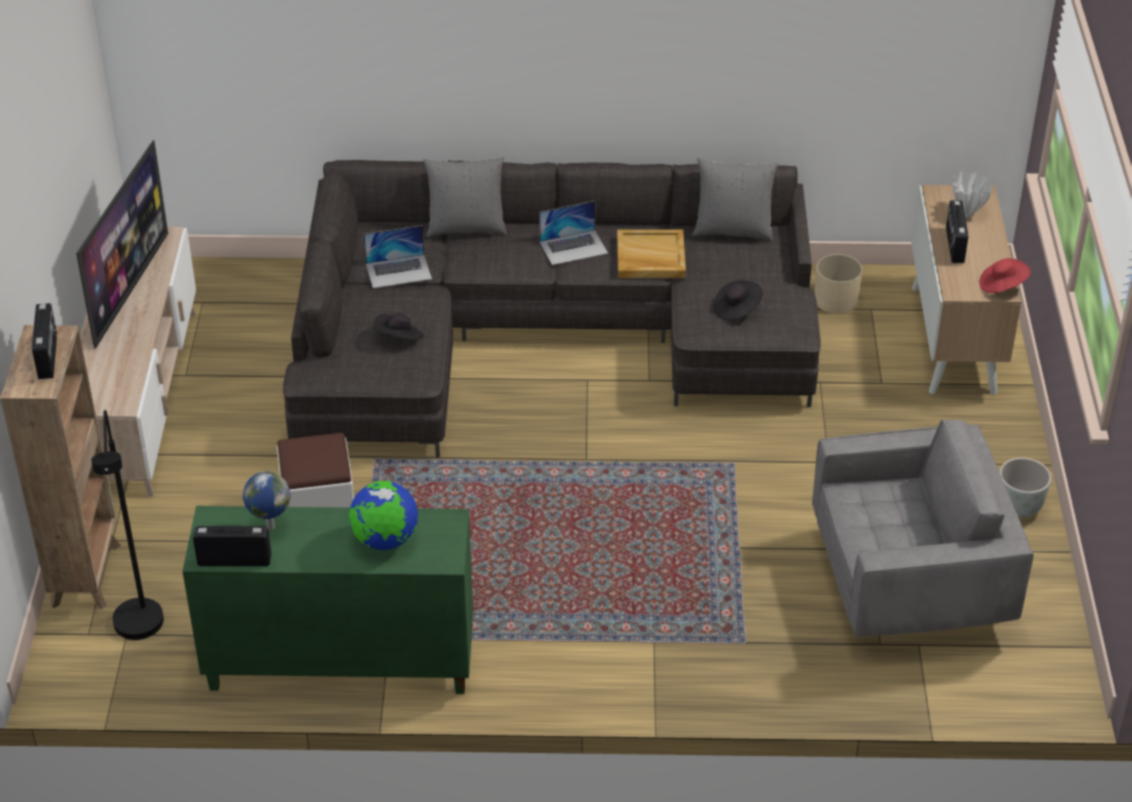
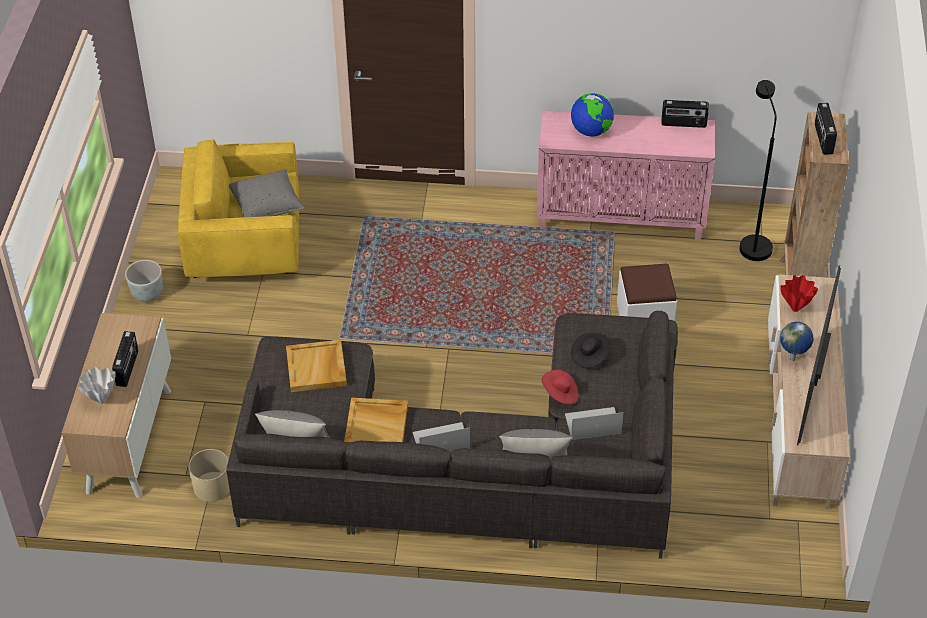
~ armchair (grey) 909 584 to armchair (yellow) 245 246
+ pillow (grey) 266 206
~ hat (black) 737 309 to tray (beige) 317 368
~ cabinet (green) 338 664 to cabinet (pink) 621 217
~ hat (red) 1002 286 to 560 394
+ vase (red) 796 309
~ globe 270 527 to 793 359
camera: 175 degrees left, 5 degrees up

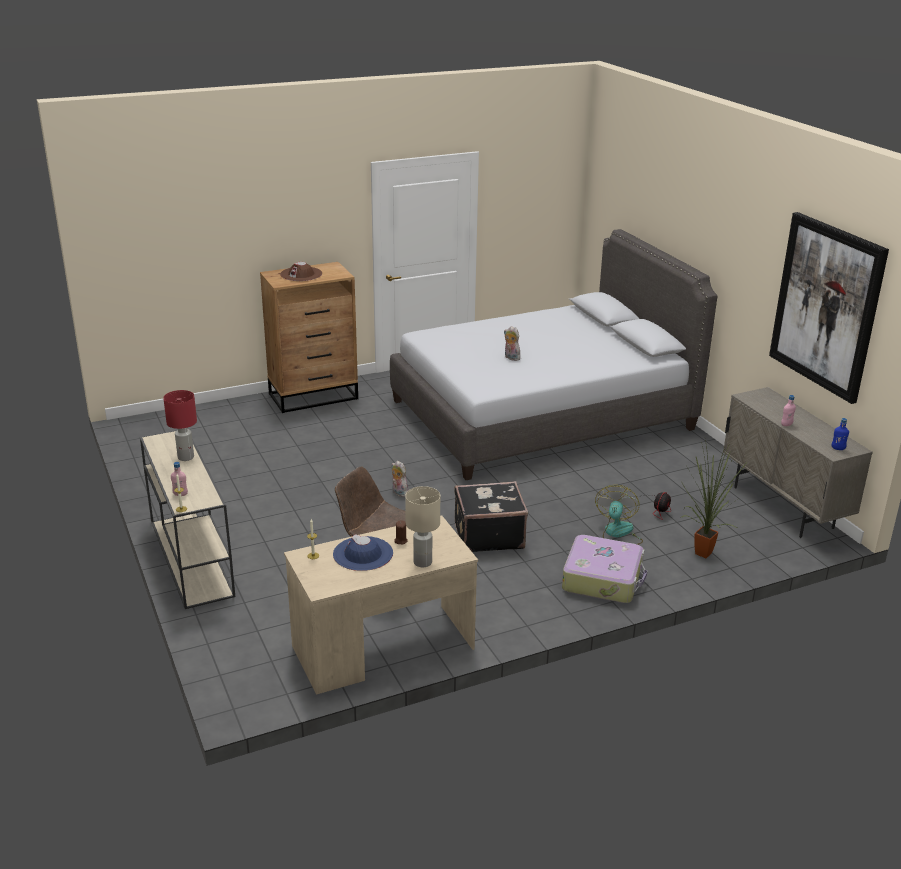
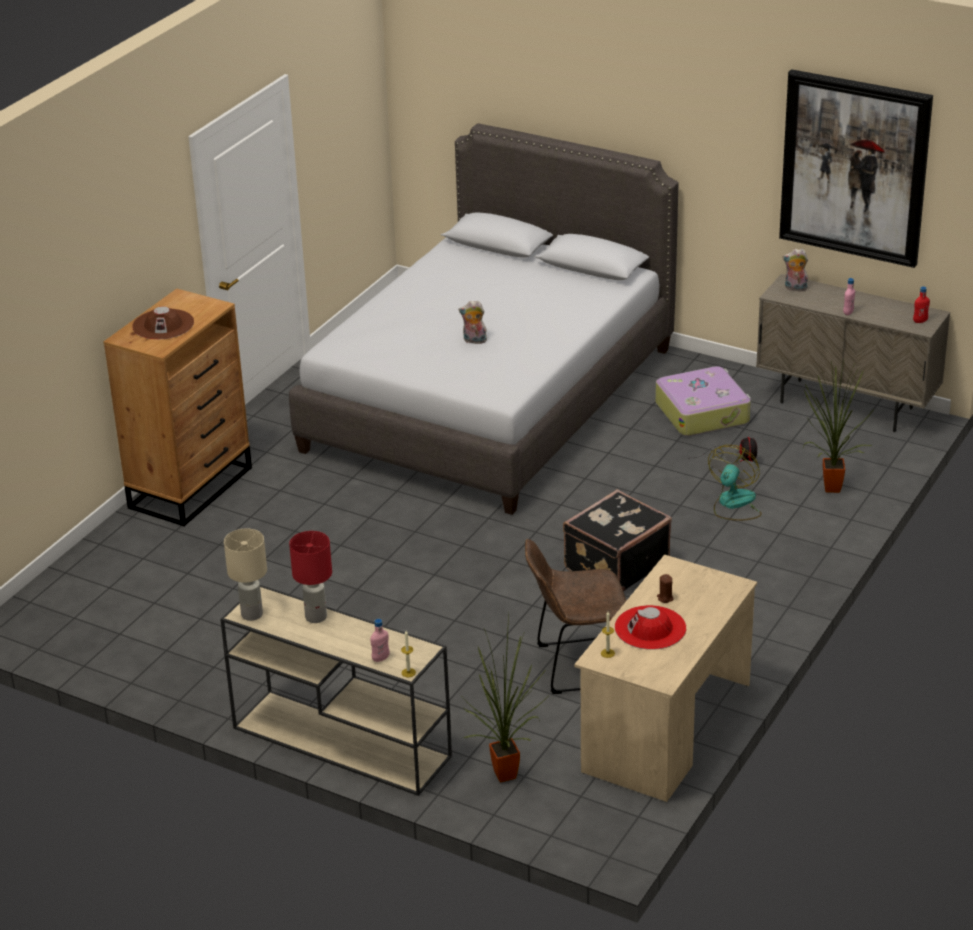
~ table lamp (beige) 423 562 to 252 614
+ potted plant 509 775
~ hat (blue) 363 554 to hat (red) 650 628
~ suitcase 603 579 to 702 412
~ fan 618 534 = 734 504 45 degrees clockwise
~ plush toy 398 493 to 795 288
~ bottle (blue) 838 448 to bottle (red) 920 321
camera: 35 degrees left, 5 degrees up

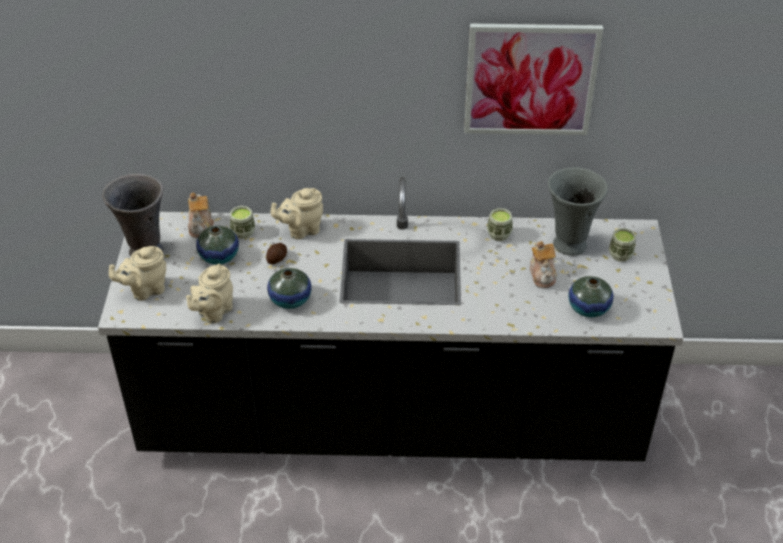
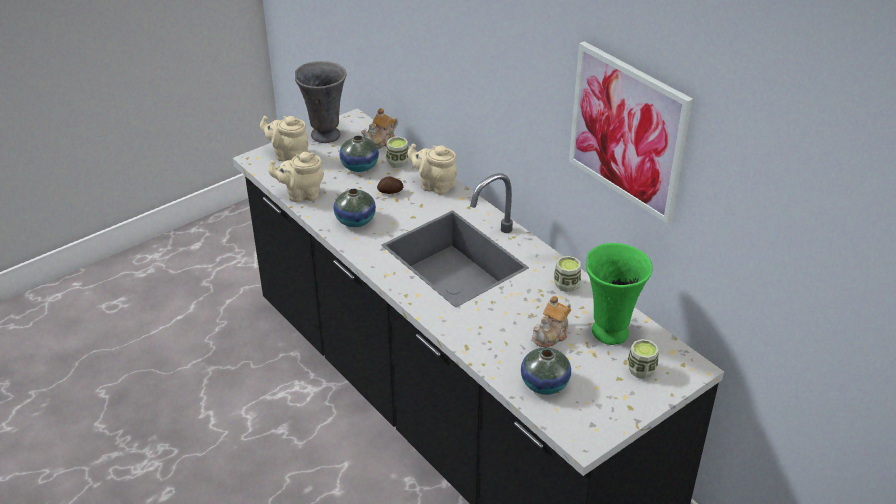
~ vase (grey) 568 244 to vase (green) 609 331
camera: 50 degrees right, 5 degrees down

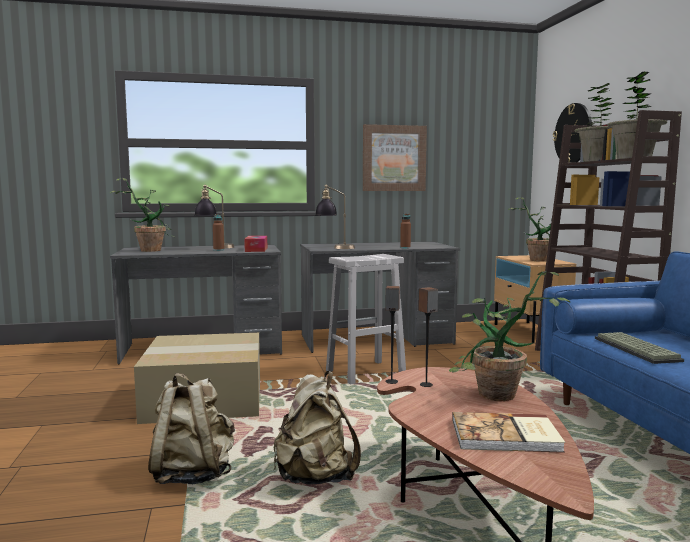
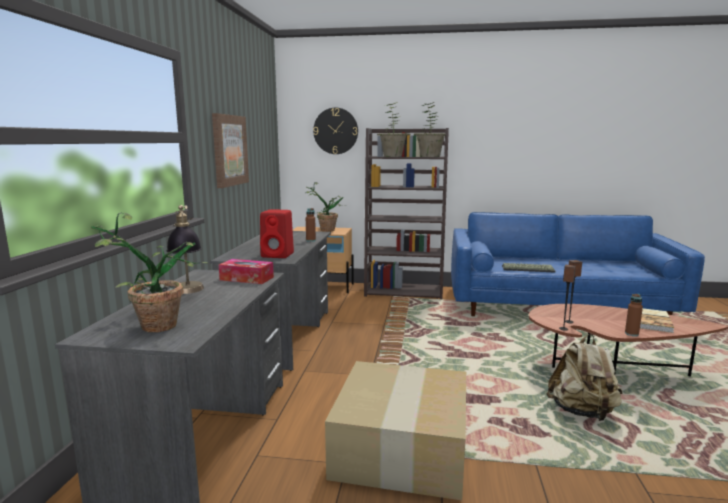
~ table lamp 335 248 to speaker (red) 278 255
~ bottle (brown) 218 250 to 631 334
- backpack (beige) 193 474
- stool (white) 364 373
- potted plant 497 398
camera: 70 degrees left, 5 degrees up

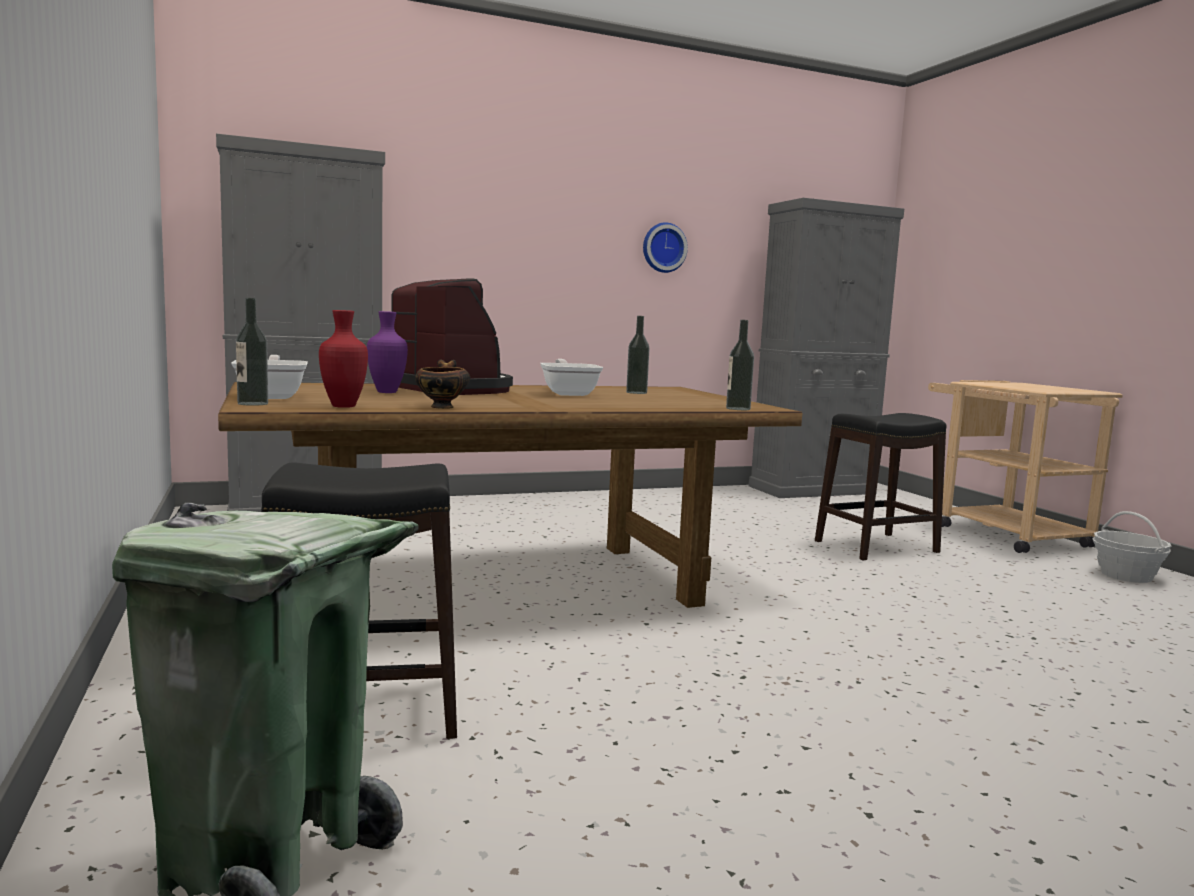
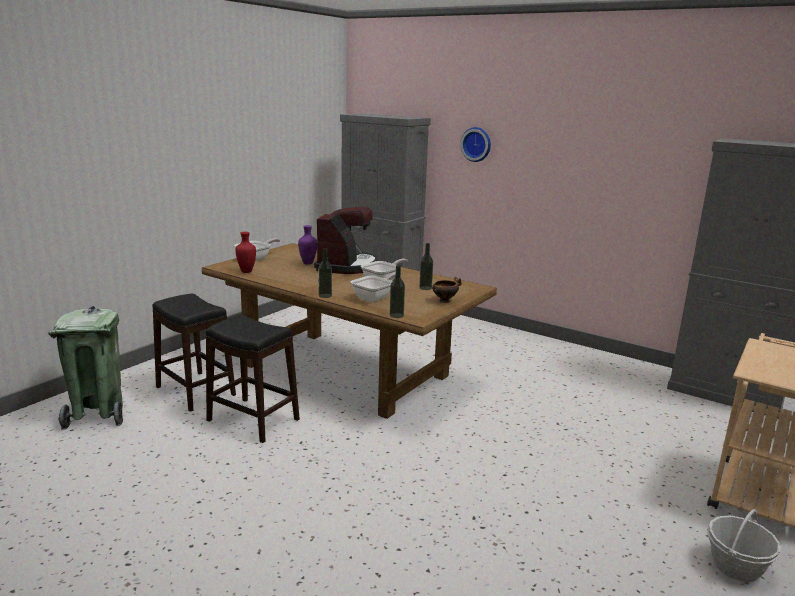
~ stool (black) 877 547 to 253 420
~ bottle 252 403 to 325 295
+ frying pan 375 297
~ bowl 442 407 to 445 301
~ wall clock 663 248 to 476 144
camera: 55 degrees right, 10 degrees up

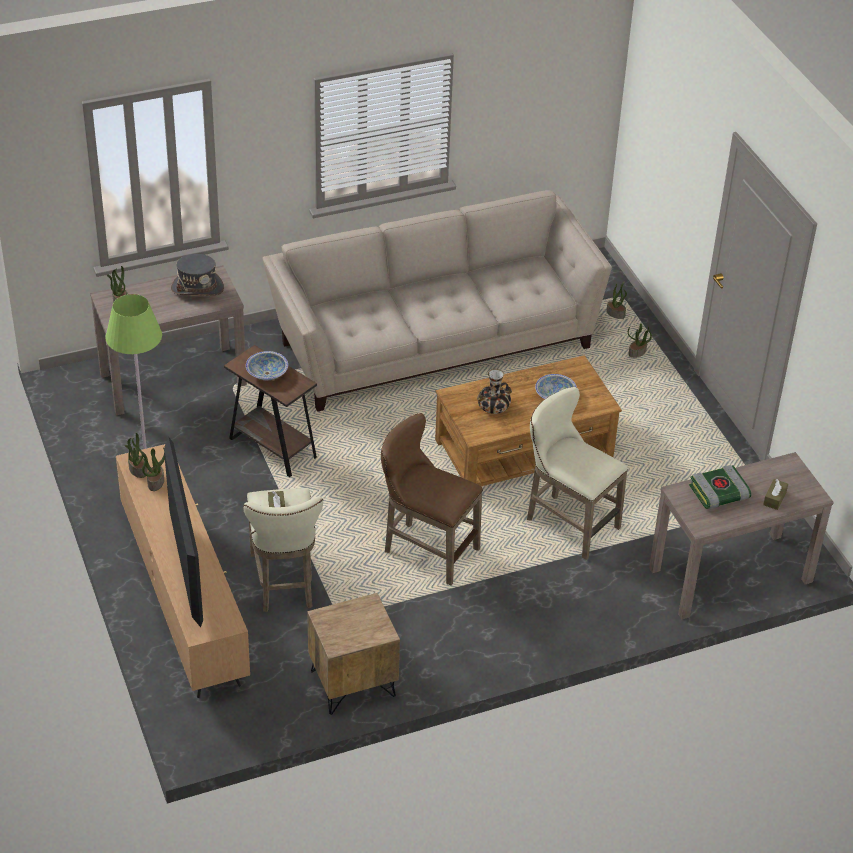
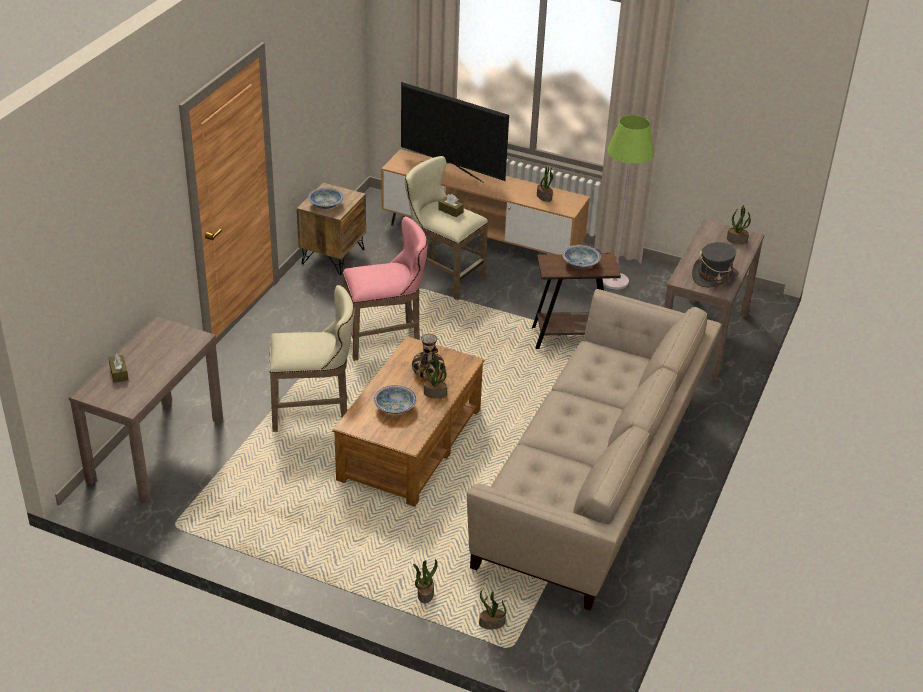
+ bowl 325 205
~ stool (brown) 426 550 to stool (pink) 386 340
~ potted plant 137 470 to 435 393
- book 718 494
camera: 135 degrees right, 5 degrees down

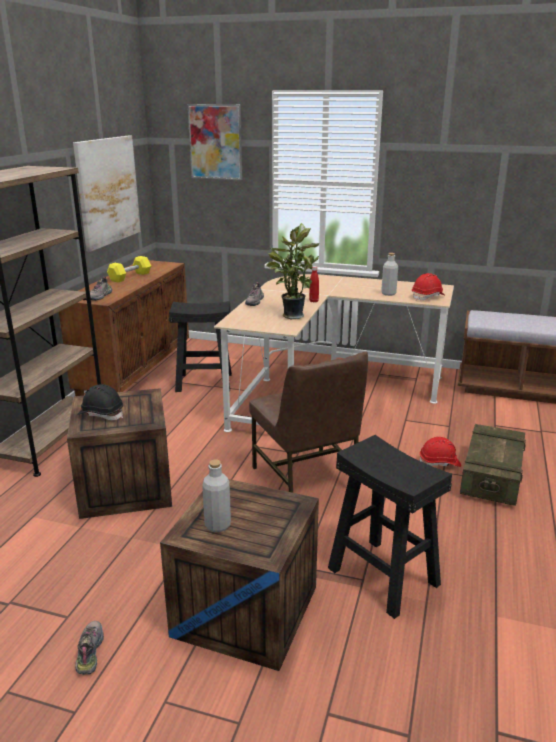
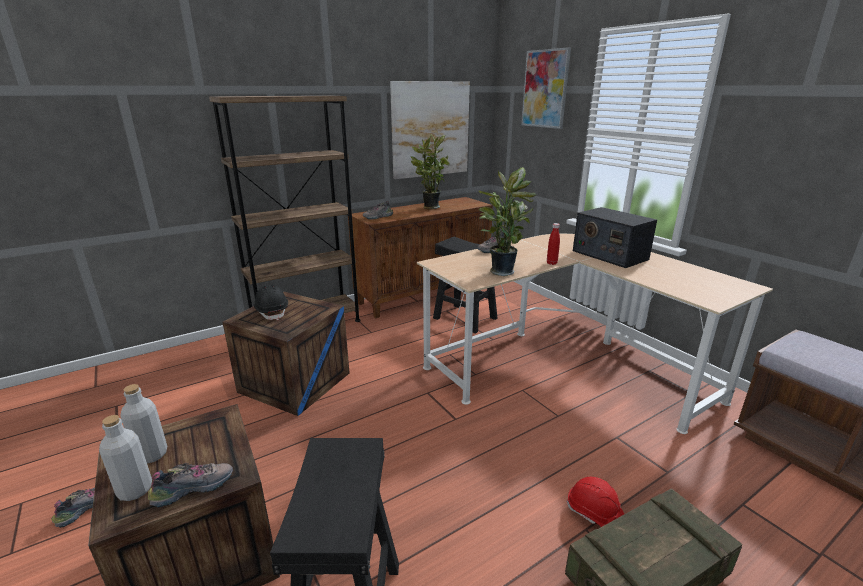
~ bottle (grey) 388 294 to 135 490
+ shoe 194 488
~ dumbbell (yellow) 130 277 to potted plant 429 207
+ radio 609 255
- chair (brown) 306 481
- hard hat (red) 428 297
camera: 40 degrees right, 0 degrees up

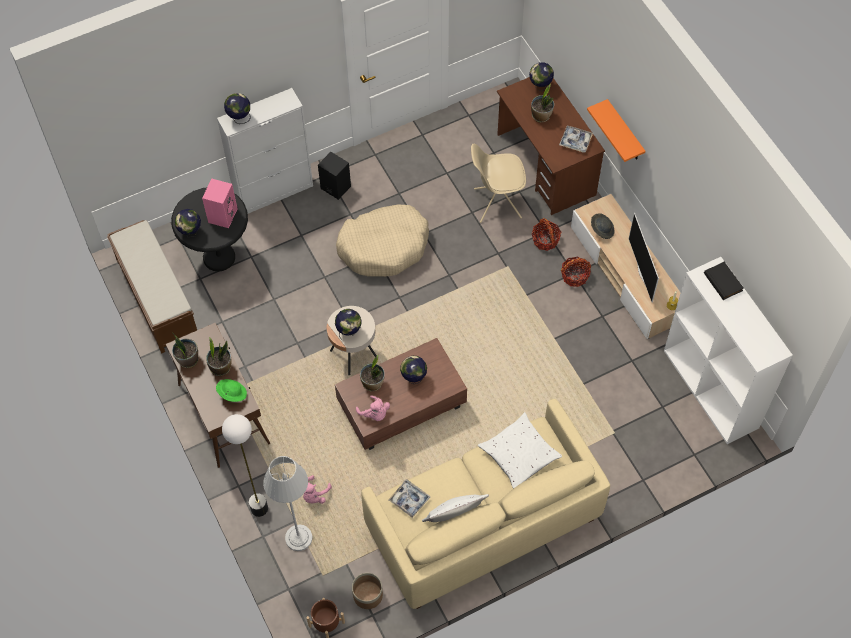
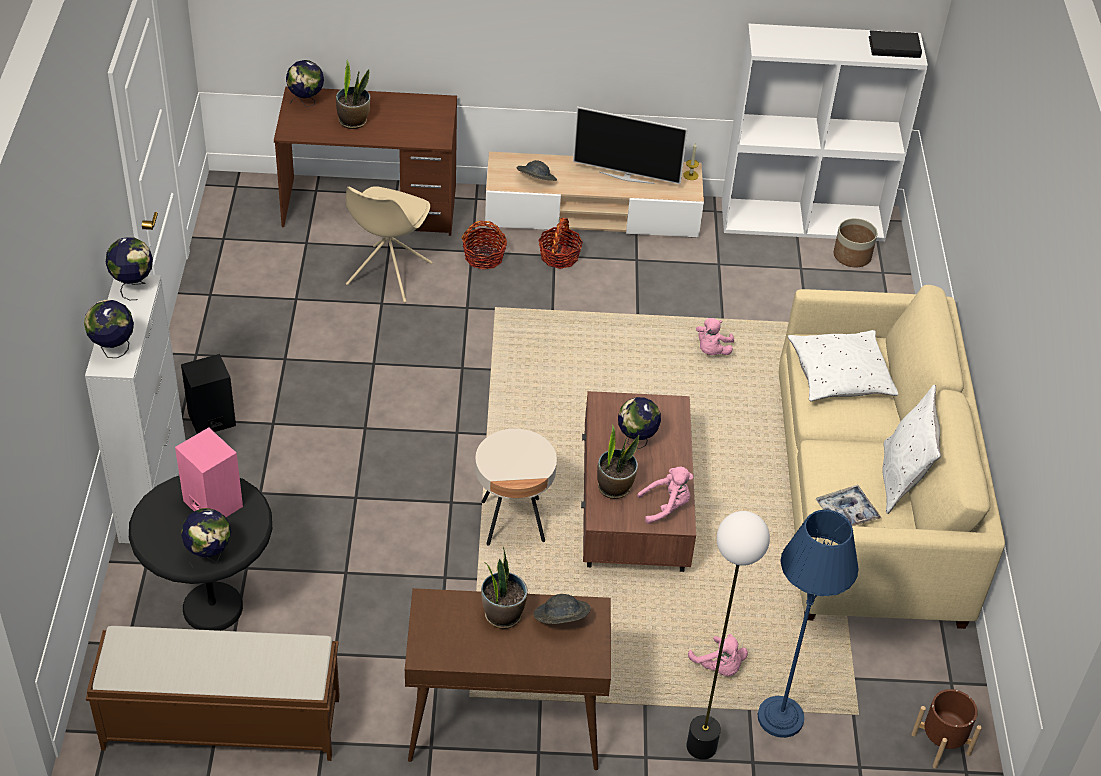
~ globe 349 332 to 133 287
~ hat (green) 232 393 to hat (grey) 560 620
+ plush toy (pink) 712 350
~ floor lamp (grey) 298 538 to floor lamp (blue) 780 718
~ planter 367 595 to 852 256
~ book (black) 724 282 to 894 46
- potted plant 188 359
- dog bed (beige) 384 246
- tray 575 141
- shelf (orange) 625 132
camera: 65 degrees left, 15 degrees down

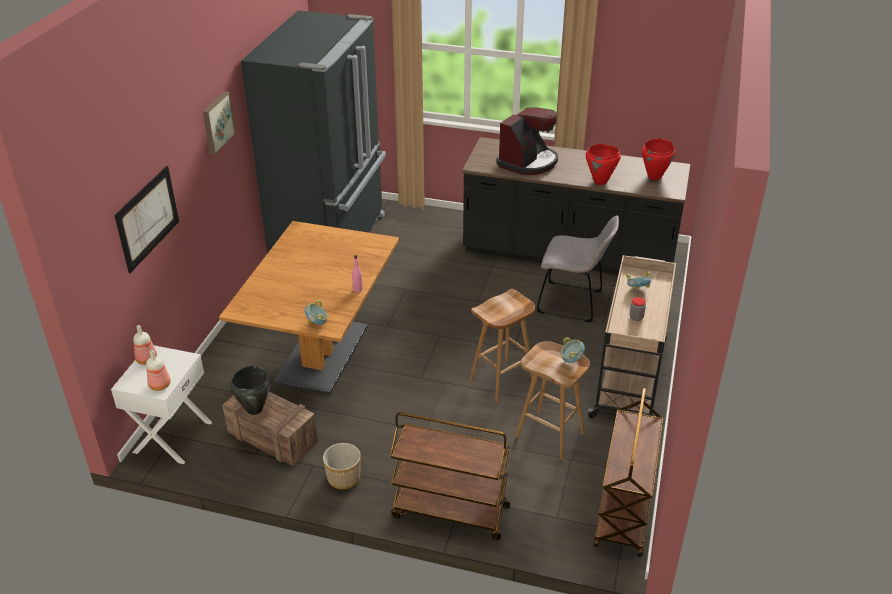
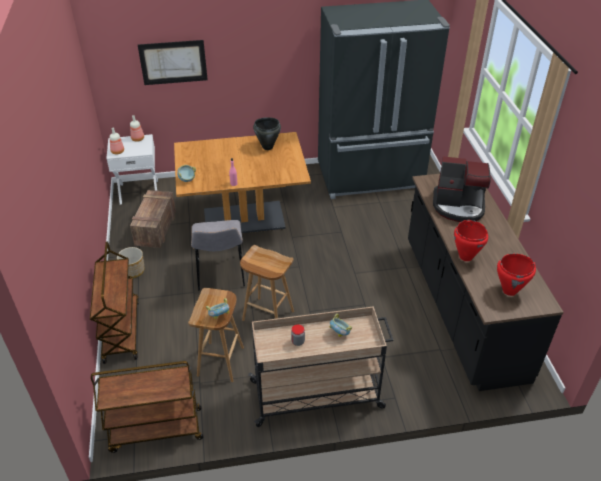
~ chair (grey) 573 302 to 220 275
~ cooking pot (black) 254 409 to 267 147
- picture 217 122
camera: 65 degrees right, 5 degrees up

